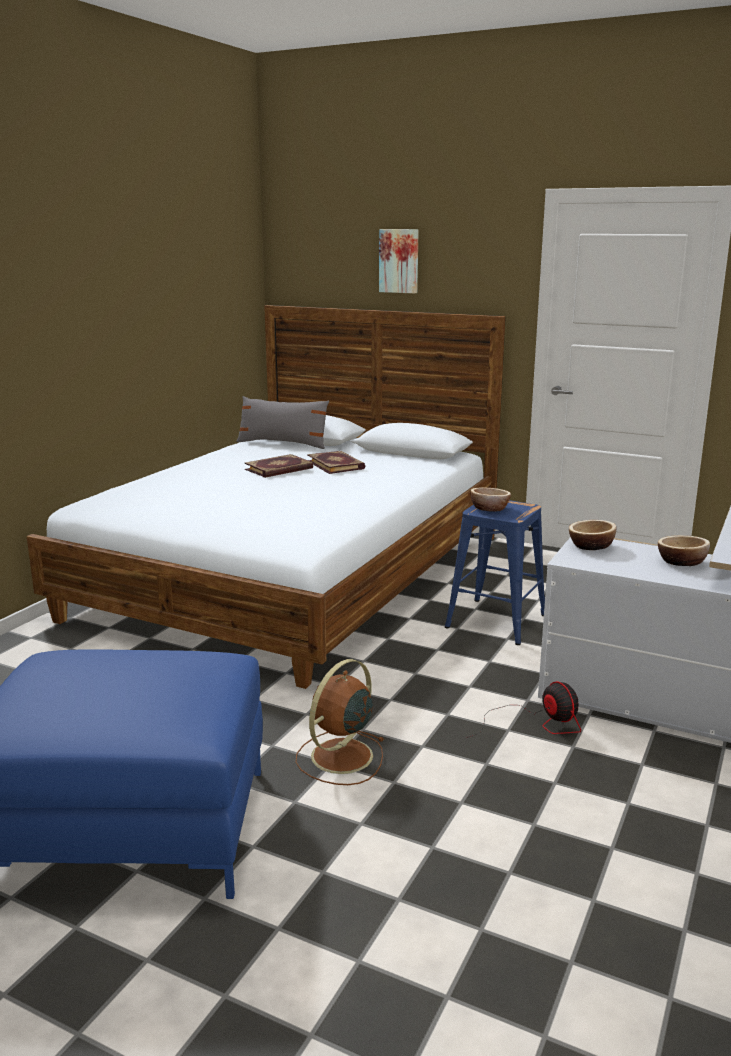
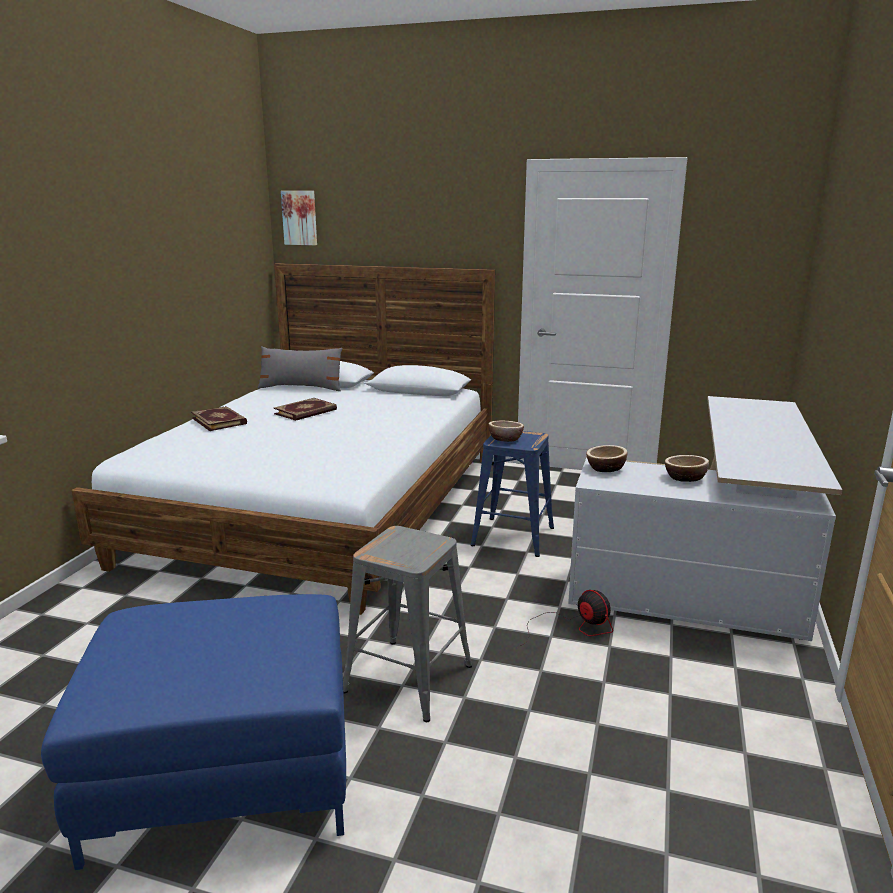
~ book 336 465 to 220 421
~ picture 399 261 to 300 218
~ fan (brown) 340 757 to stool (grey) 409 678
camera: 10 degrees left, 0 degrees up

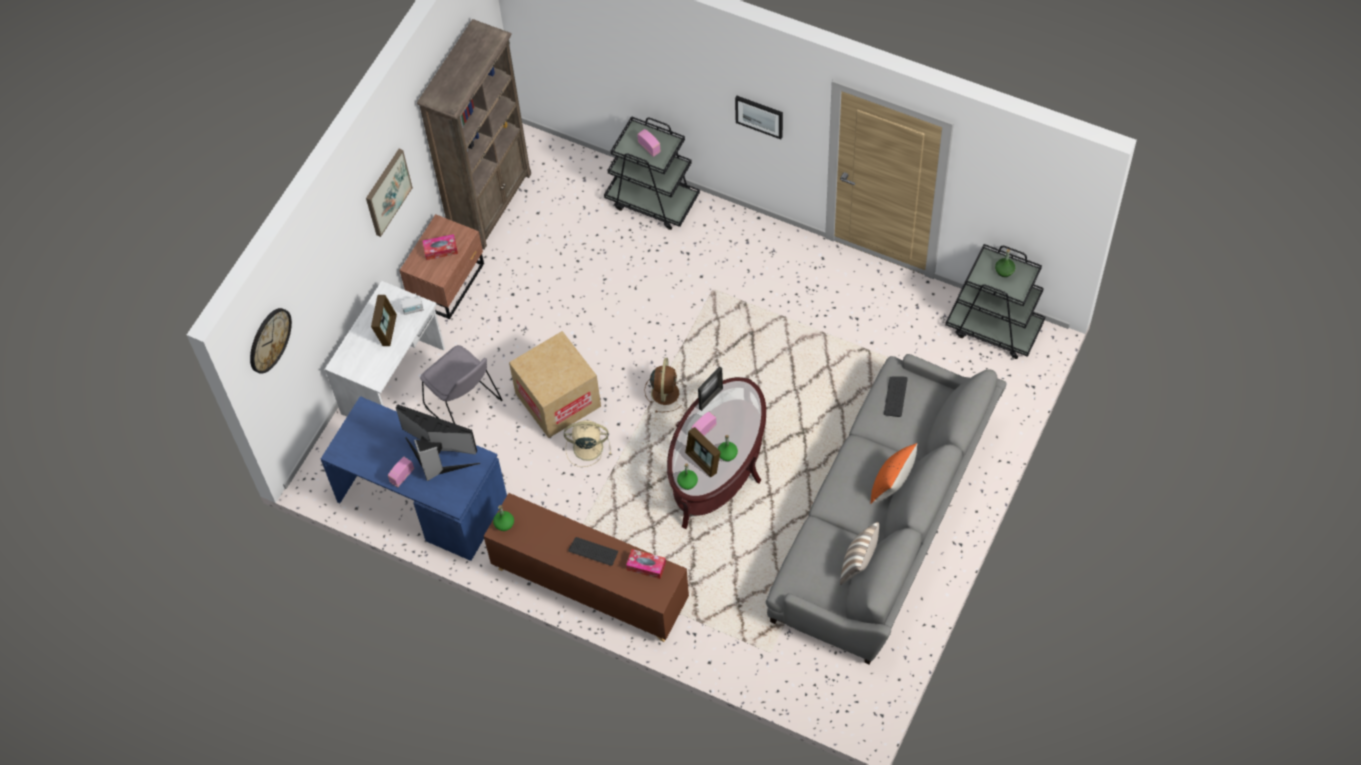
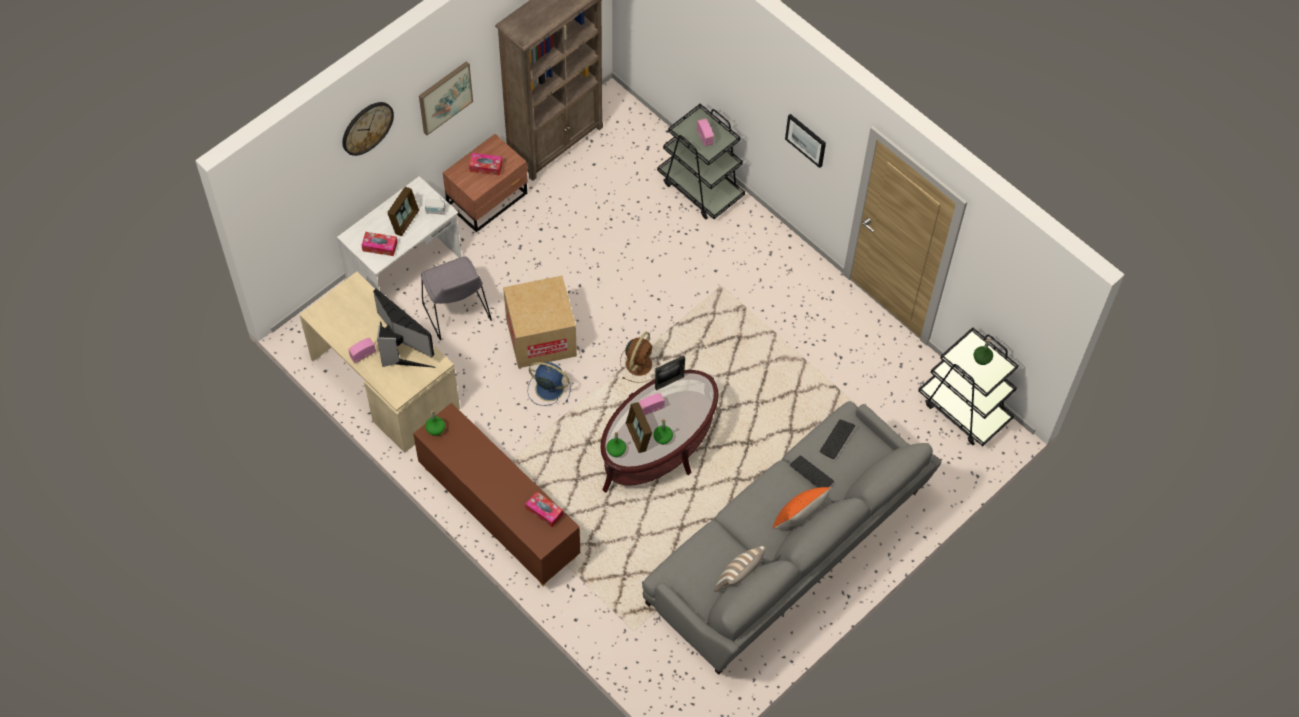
~ desk (blue) 420 500 to desk (beige) 383 384
~ wall clock 269 340 to 367 127
+ tissue box 380 246
~ fan (beige) 586 447 to fan (blue) 548 388
~ keyboard 593 551 to 811 474
camera: 15 degrees right, 0 degrees up

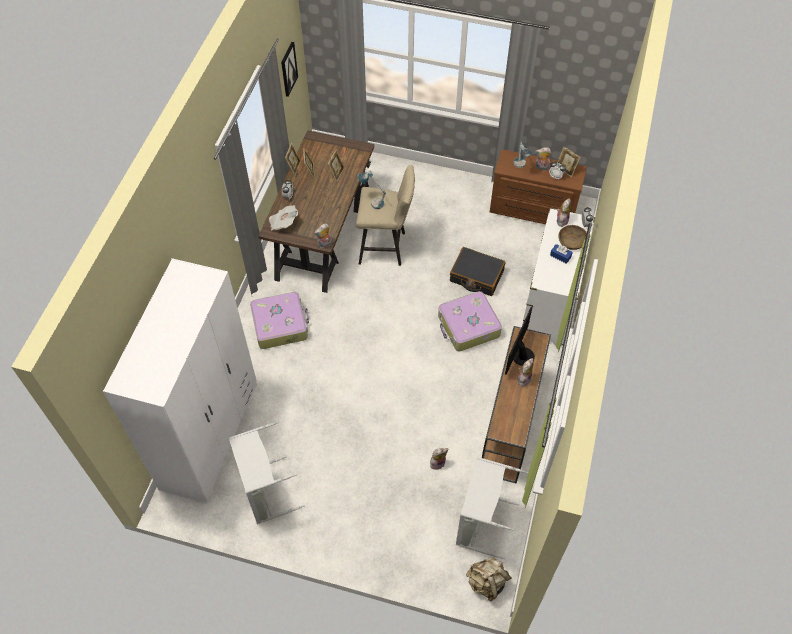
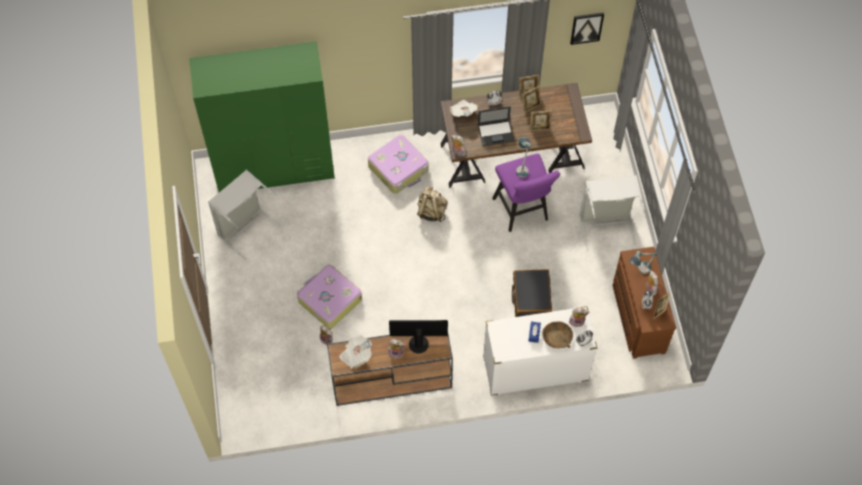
~ wardrobe (white) 210 435 to wardrobe (green) 275 169
~ suitcase 468 326 to 329 300
+ newspaper 356 355
~ backpack (beige) 487 582 to 431 211
+ laptop 496 133
~ stool (beige) 386 247 to stool (purple) 522 212
~ laundry basket (grey) 479 522 to 606 224
camera: 65 degrees right, 5 degrees up

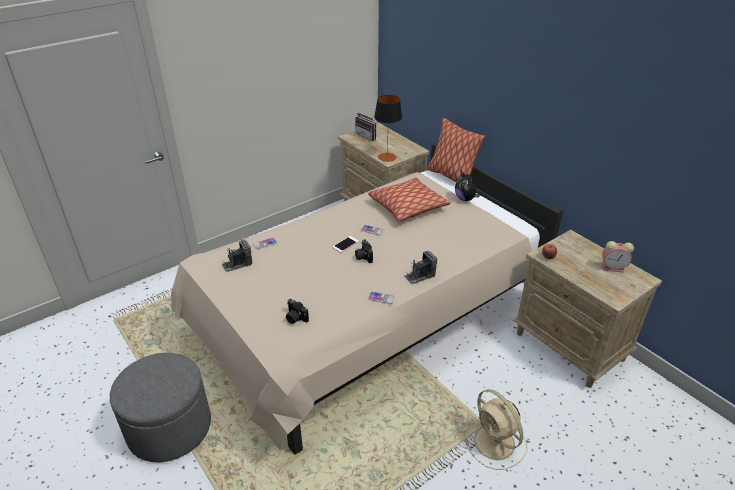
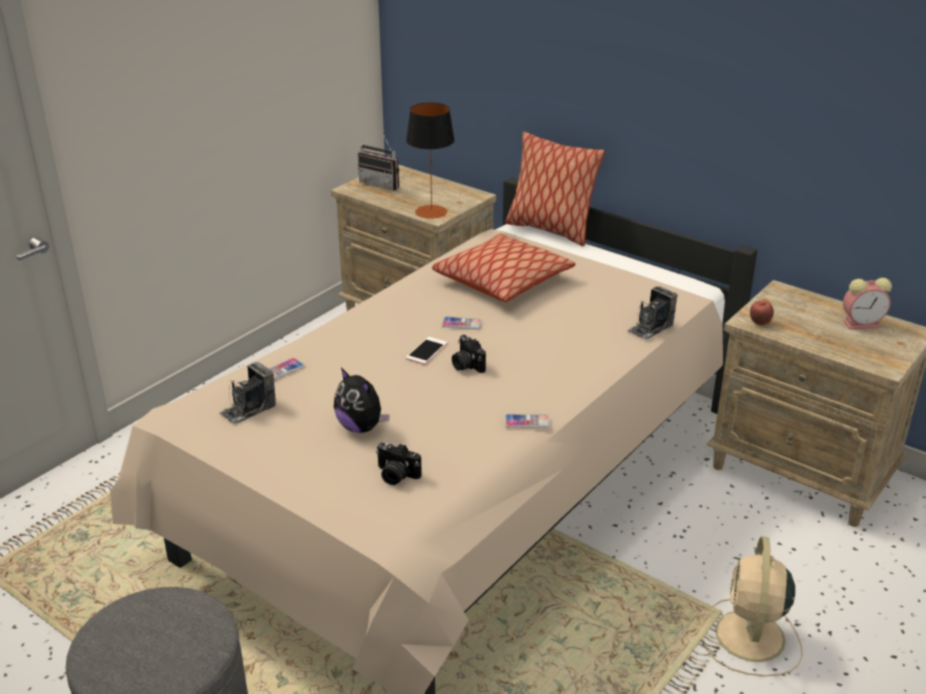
~ plush toy 465 199 to 361 427
~ photo camera 420 276 to 650 328
~ fan (beige) 495 443 = 750 638 60 degrees clockwise
camera: 15 degrees left, 5 degrees down

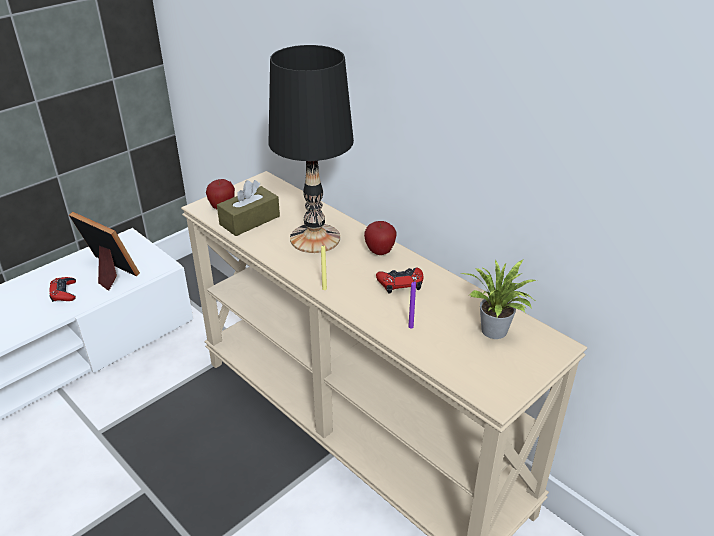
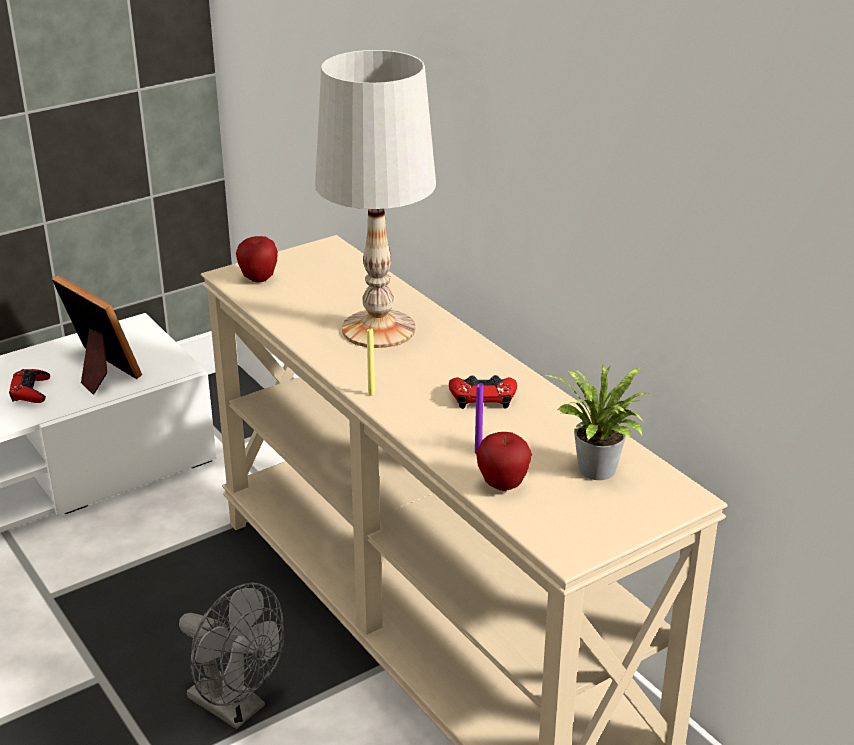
+ fan (grey) 236 707
~ table lamp (black) 315 238 to table lamp (white) 379 329
~ apple 380 252 to 503 485
- tissue box (brown) 249 220
camera: 10 degrees right, 5 degrees down

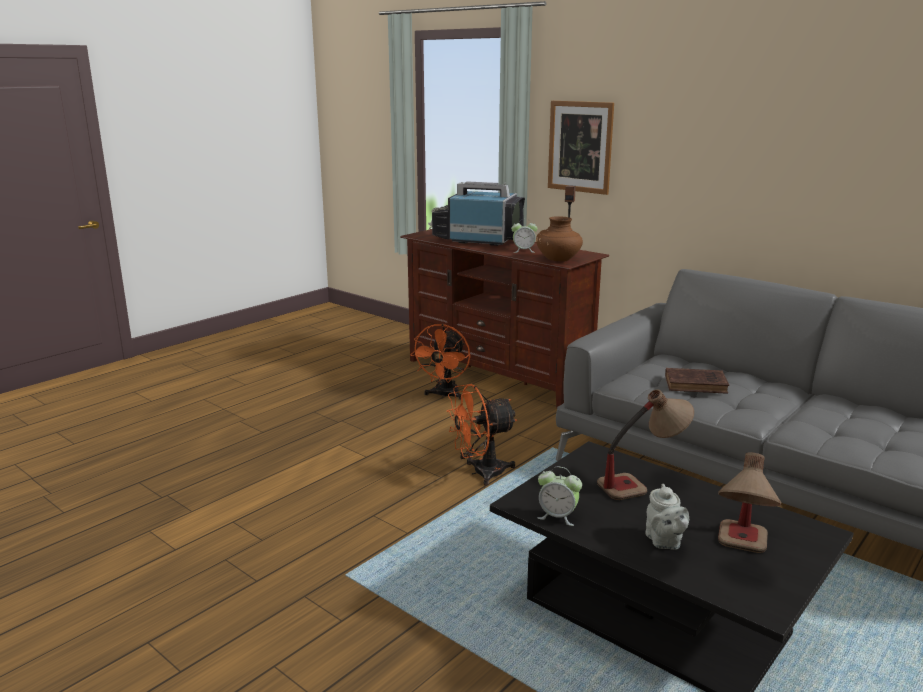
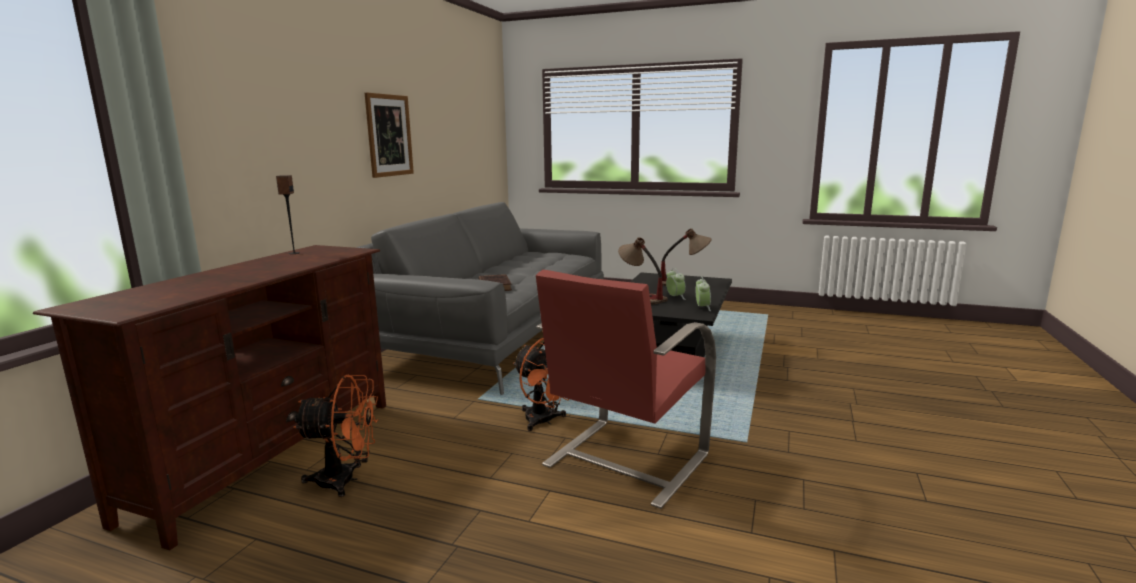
~ picture 580 147 to 389 135
+ armchair (red) 624 460
~ alarm clock 523 251 to 675 297
- television 477 240
- vase (brown) 558 260
- teapot (grey) 664 542
camera: 110 degrees left, 5 degrees down

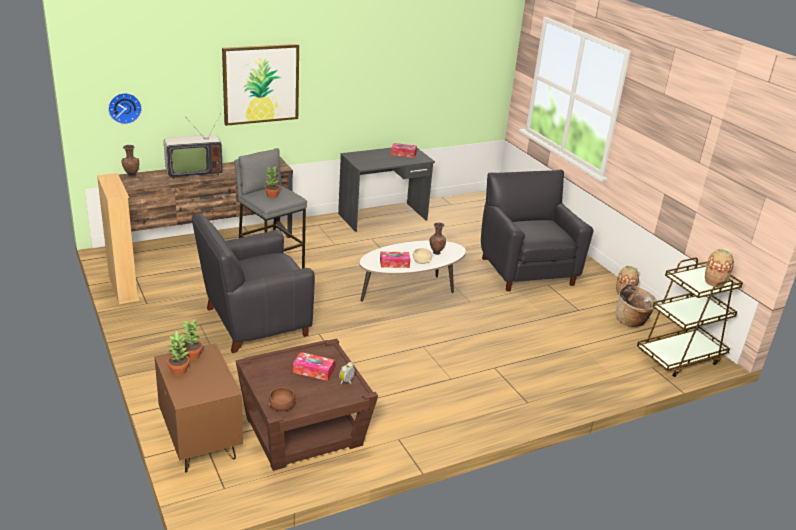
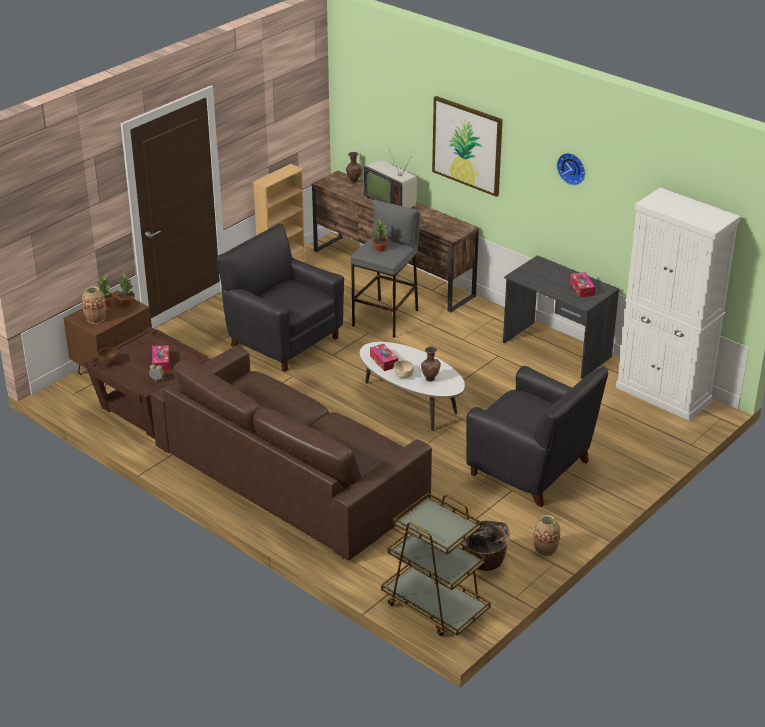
~ vase 714 283 to 96 319
+ sofa (brown) 291 474
~ armchair (black) 527 270 = 532 469 75 degrees clockwise
~ wall clock 124 107 to 572 168
+ cabinet (white) 663 394
camera: 70 degrees right, 5 degrees up

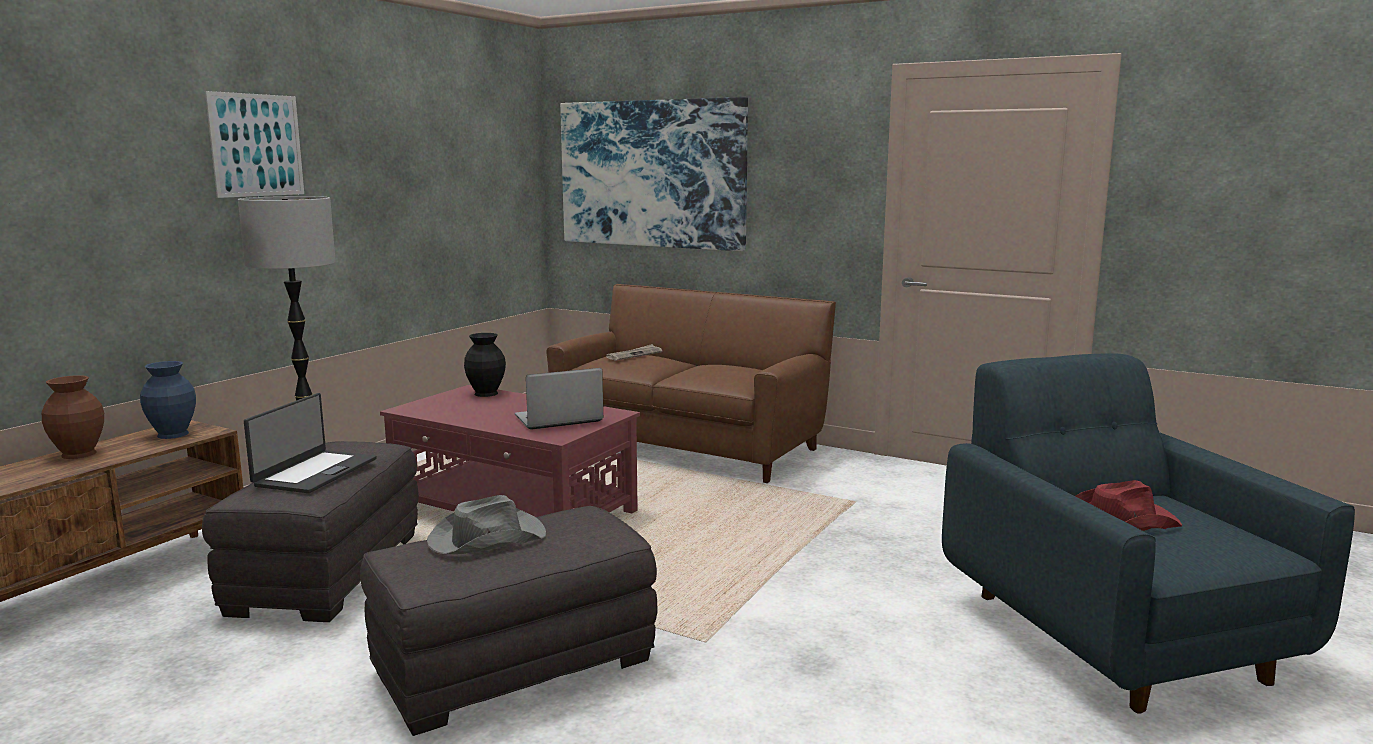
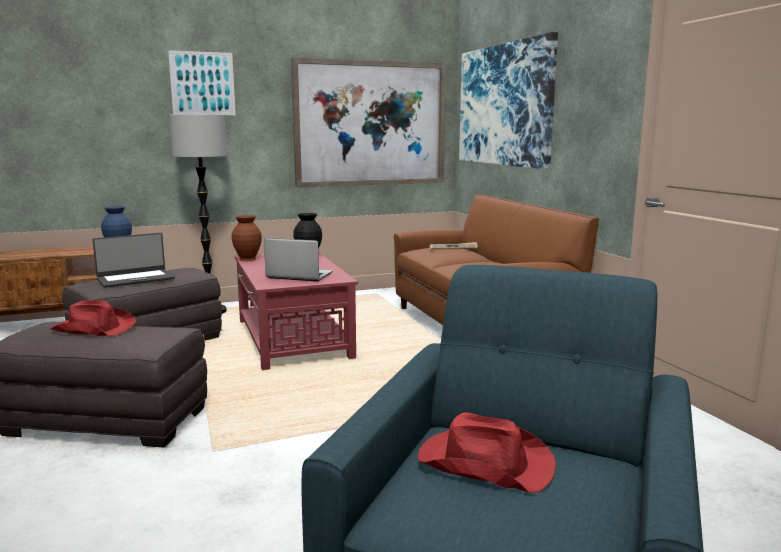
~ hat (grey) 485 538 to hat (red) 94 328
~ vase (brown) 80 454 to 248 259
+ picture 370 124
camera: 40 degrees right, 0 degrees up

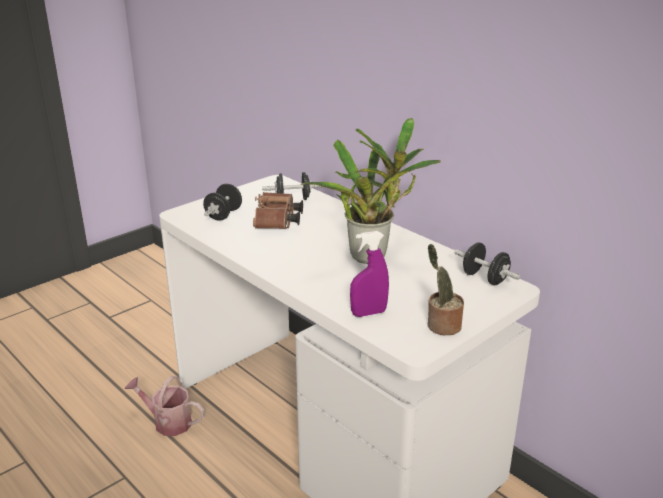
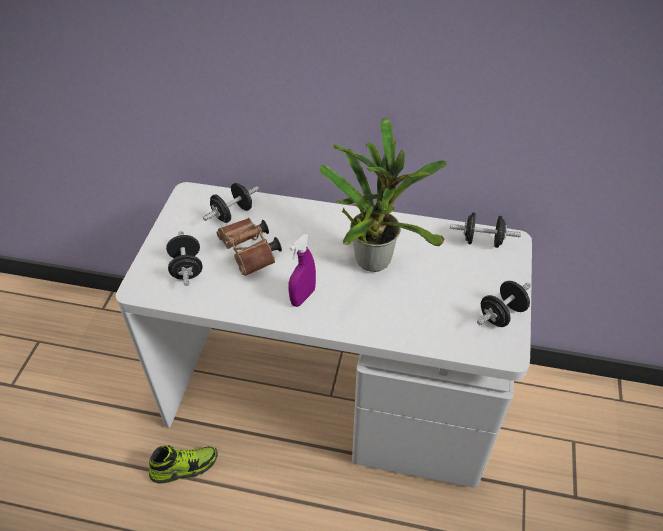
~ watering can 168 422 to shoe 184 467
~ spray bottle (purple) 368 313 to 303 297
~ potted plant 441 326 to dumbbell (black) 501 314
camera: 35 degrees left, 20 degrees up

